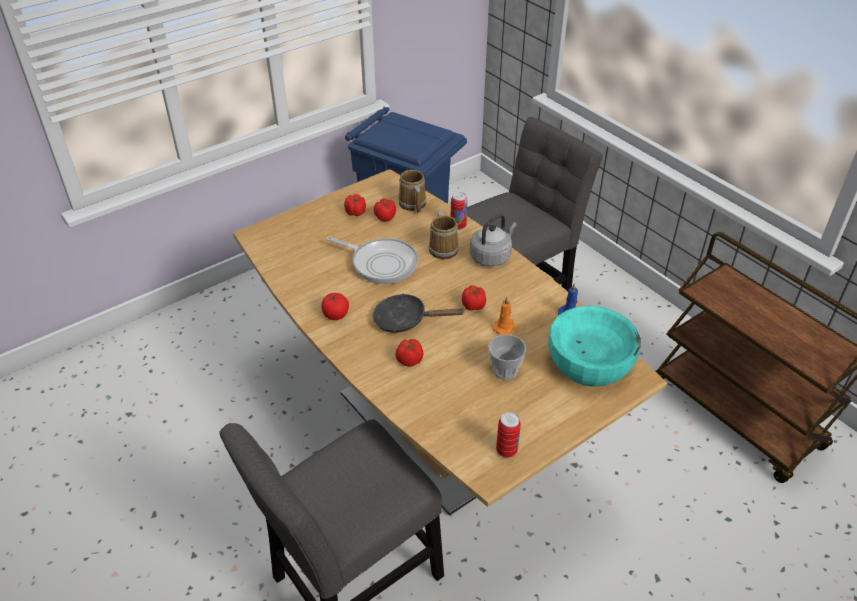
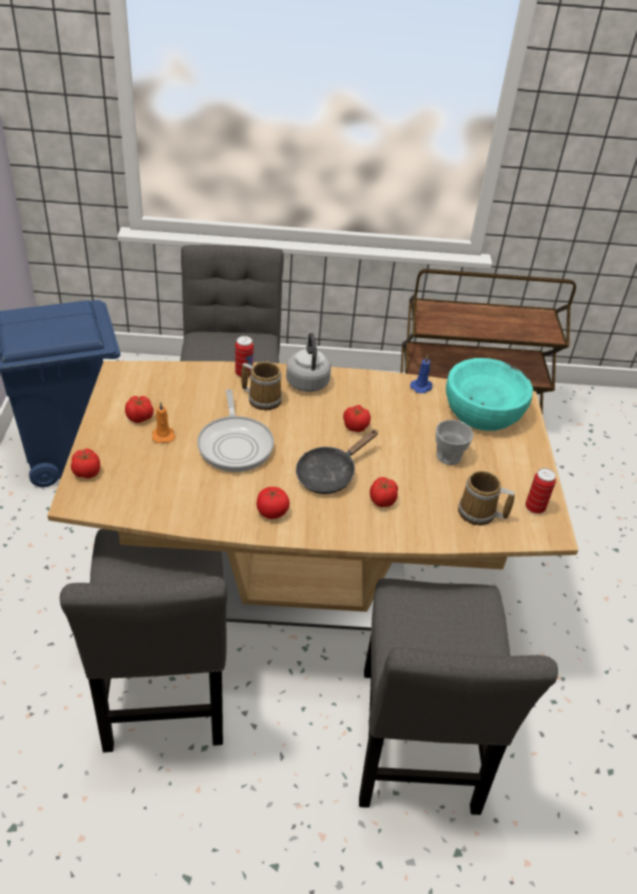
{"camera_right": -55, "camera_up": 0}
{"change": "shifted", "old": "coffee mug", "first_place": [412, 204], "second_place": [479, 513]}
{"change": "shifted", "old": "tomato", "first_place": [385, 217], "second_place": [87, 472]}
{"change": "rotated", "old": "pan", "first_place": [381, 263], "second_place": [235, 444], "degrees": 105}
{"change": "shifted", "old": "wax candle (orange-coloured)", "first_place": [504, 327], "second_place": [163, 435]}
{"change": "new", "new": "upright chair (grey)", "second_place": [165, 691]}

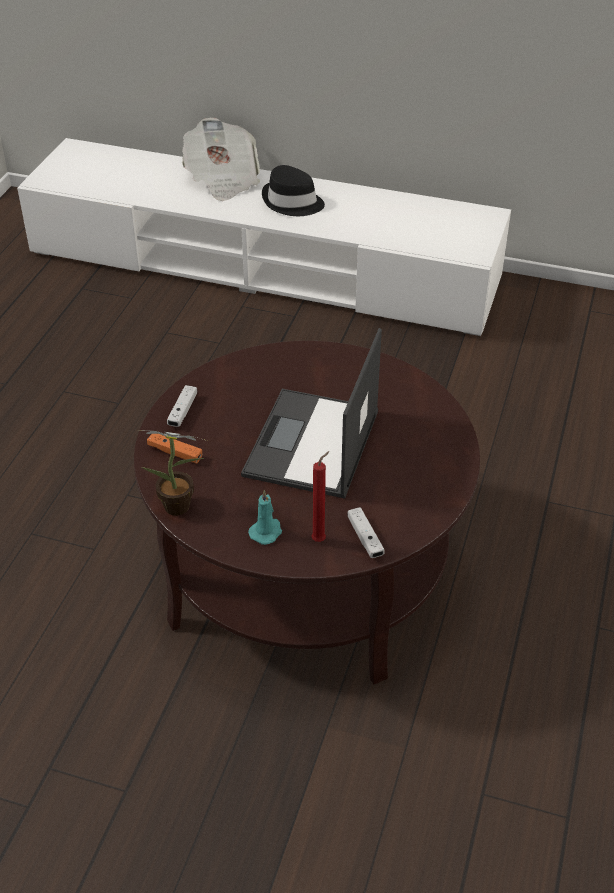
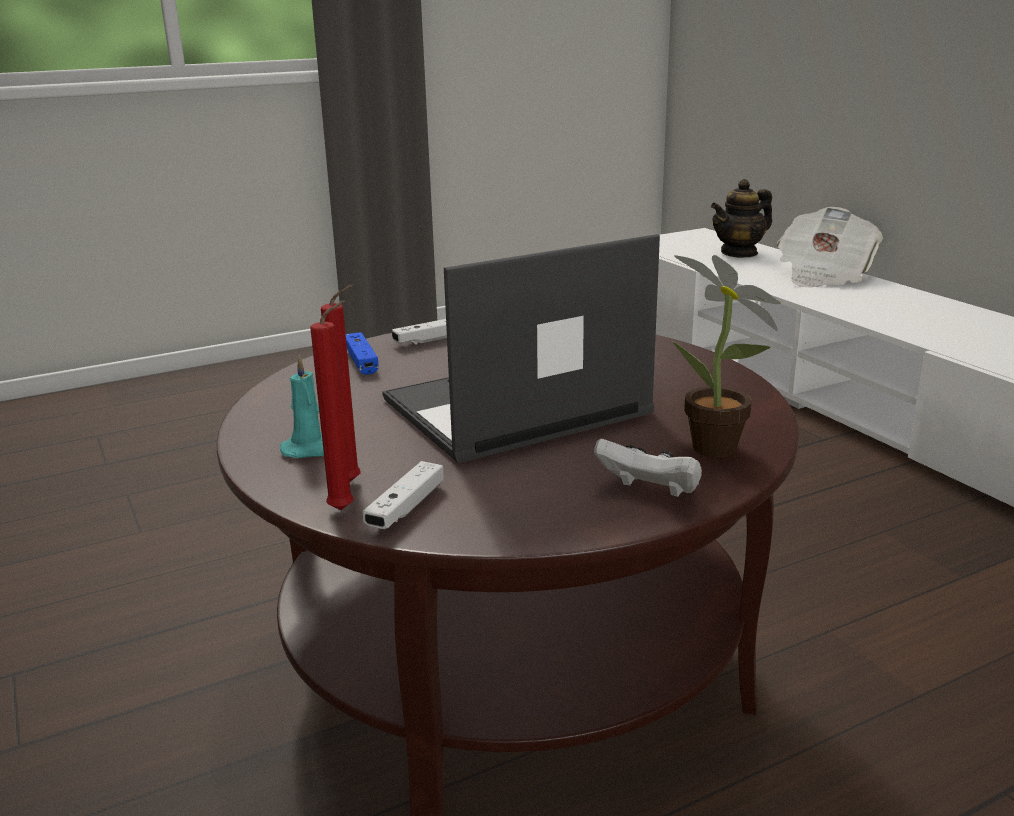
{"camera_right": 45, "camera_up": -20}
{"change": "gone", "old": "wearable hat (black)", "first_place": [292, 202]}
{"change": "shifted", "old": "potted plant", "first_place": [181, 508], "second_place": [719, 451]}
{"change": "repainted", "old": "game controller (orange-coloured)", "new": "game controller (blue)", "first_place": [175, 453], "second_place": [361, 361]}
{"change": "new", "new": "teapot", "second_place": [739, 253]}
{"change": "new", "new": "wax candle (red-coloured)", "second_place": [345, 509]}
{"change": "new", "new": "game controller (whitish)", "second_place": [650, 492]}

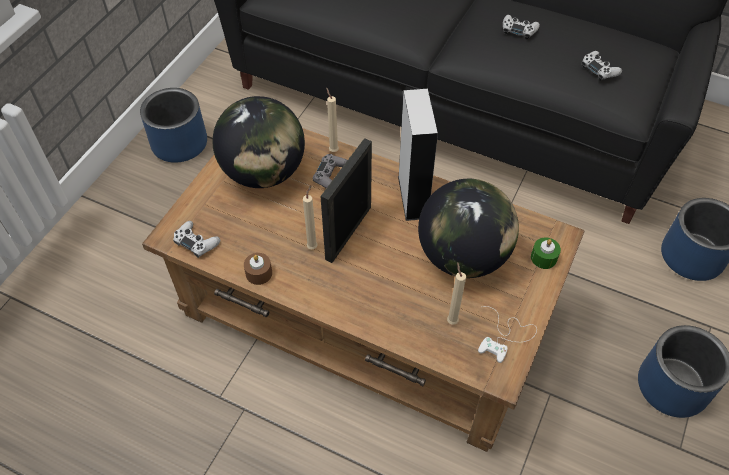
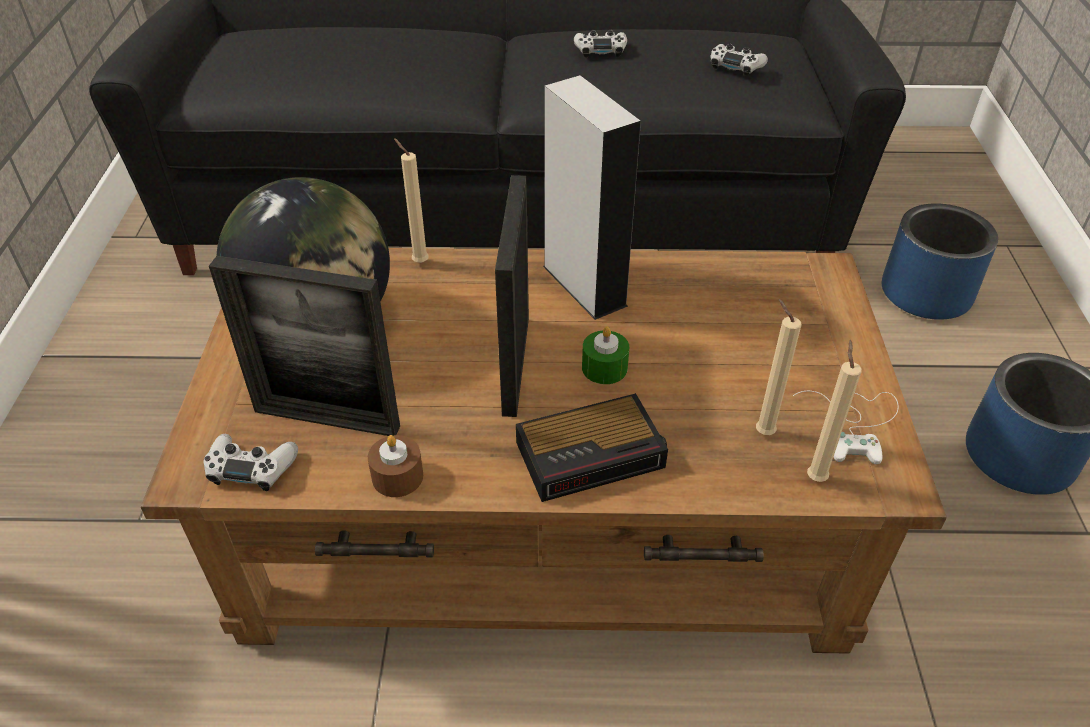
{"camera_right": -25, "camera_up": -10}
{"change": "gone", "old": "flower pot (blue)", "first_place": [180, 143]}
{"change": "gone", "old": "game controller (grey)", "first_place": [330, 175]}
{"change": "gone", "old": "world globe", "first_place": [462, 256]}
{"change": "shifted", "old": "wax candle (sand-coloured)", "first_place": [313, 246], "second_place": [815, 476]}
{"change": "shifted", "old": "wax candle (greenish)", "first_place": [543, 258], "second_place": [604, 368]}
{"change": "new", "new": "photo frame", "second_place": [327, 419]}
{"change": "new", "new": "table clock", "second_place": [593, 454]}

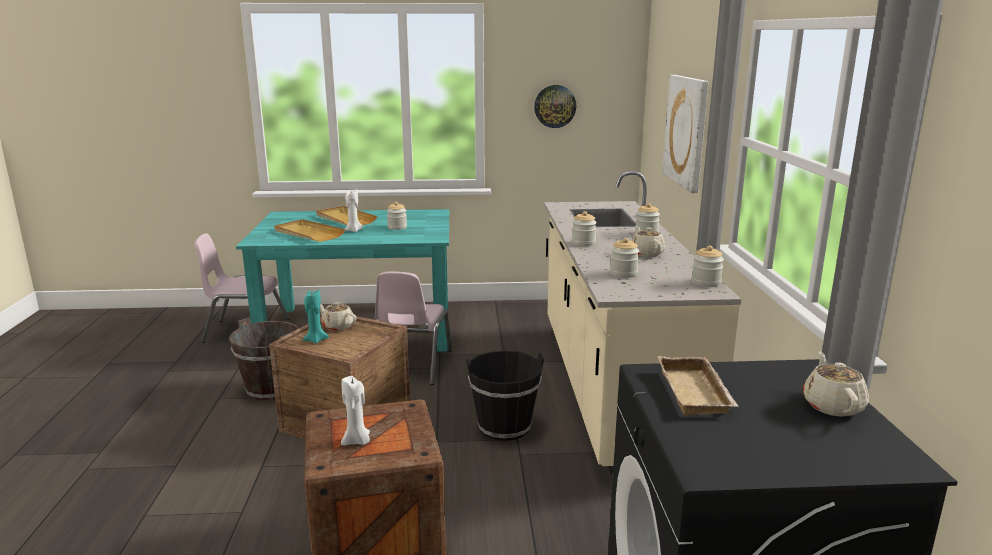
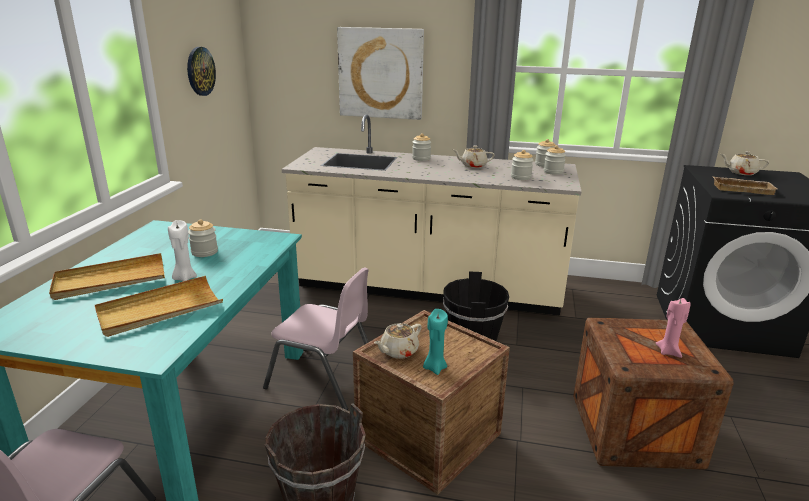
{"camera_right": -75, "camera_up": 5}
{"change": "shifted", "old": "jar", "first_place": [583, 243], "second_place": [553, 172]}
{"change": "repainted", "old": "wax candle (whitish)", "new": "wax candle (pink-coloured)", "first_place": [357, 441], "second_place": [668, 351]}

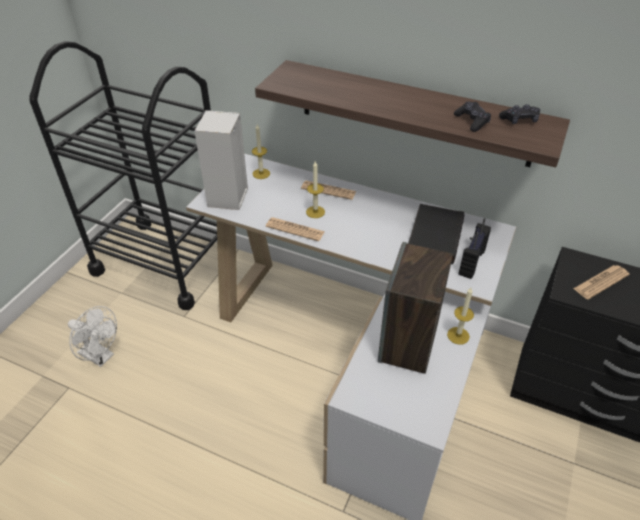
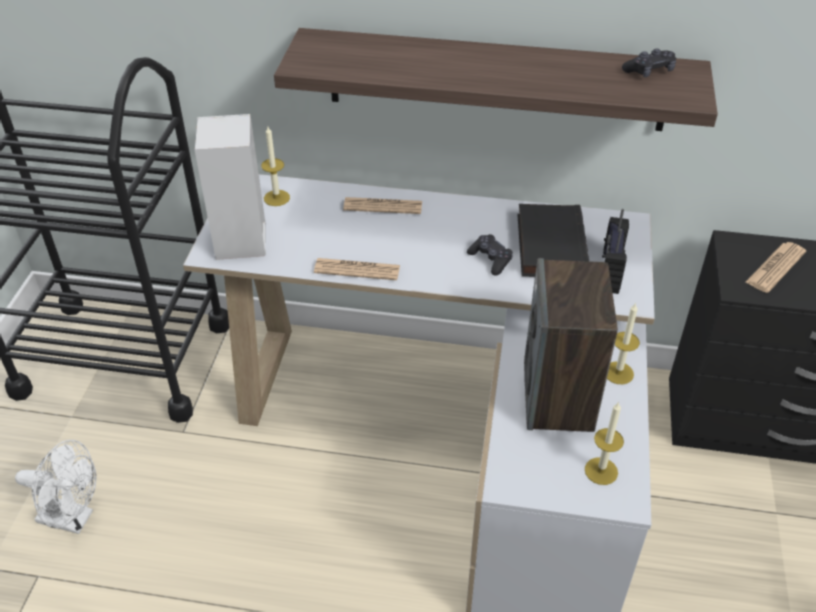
{"camera_right": -15, "camera_up": 0}
{"change": "shifted", "old": "game controller (black)", "first_place": [472, 121], "second_place": [490, 259]}
{"change": "shifted", "old": "wax candle", "first_place": [315, 212], "second_place": [601, 471]}

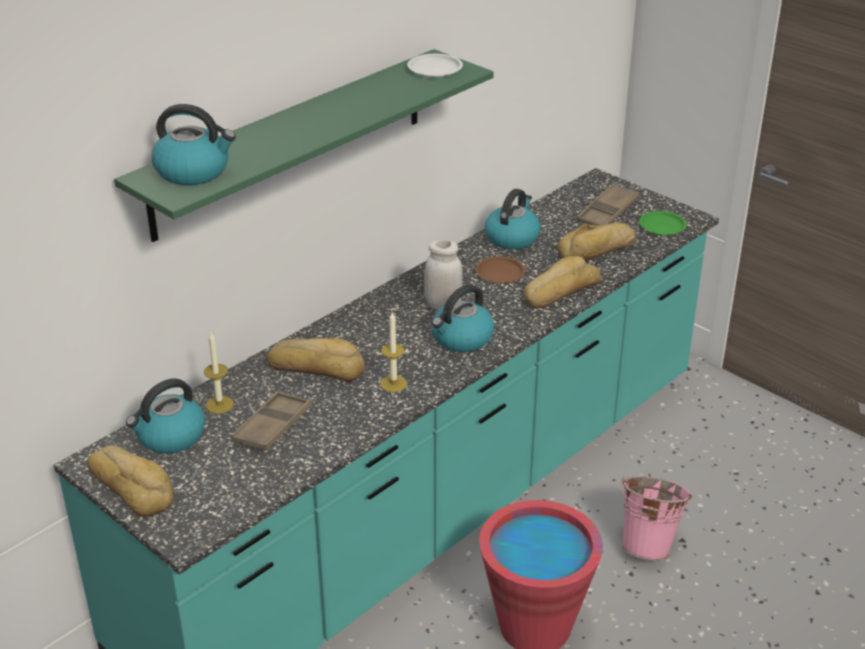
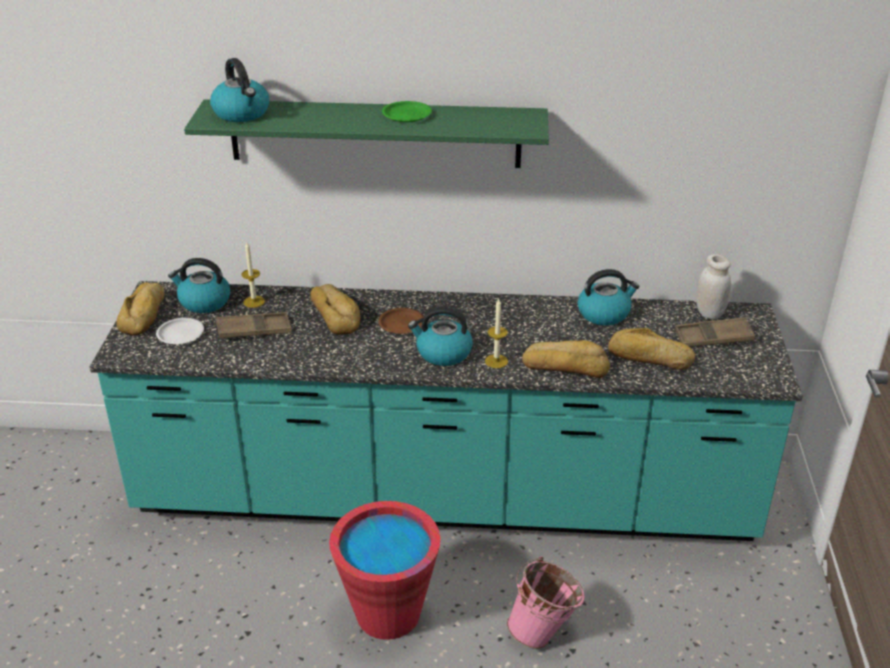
{"camera_right": 50, "camera_up": 0}
{"change": "shifted", "old": "plate (whitish)", "first_place": [435, 69], "second_place": [180, 334]}
{"change": "shifted", "old": "plate (greenish)", "first_place": [661, 226], "second_place": [406, 115]}
{"change": "shifted", "old": "jar (whitish)", "first_place": [443, 305], "second_place": [709, 313]}
{"change": "shifted", "old": "plate (brownish)", "first_place": [499, 273], "second_place": [401, 324]}
{"change": "shifted", "old": "wax candle", "first_place": [393, 383], "second_place": [496, 361]}

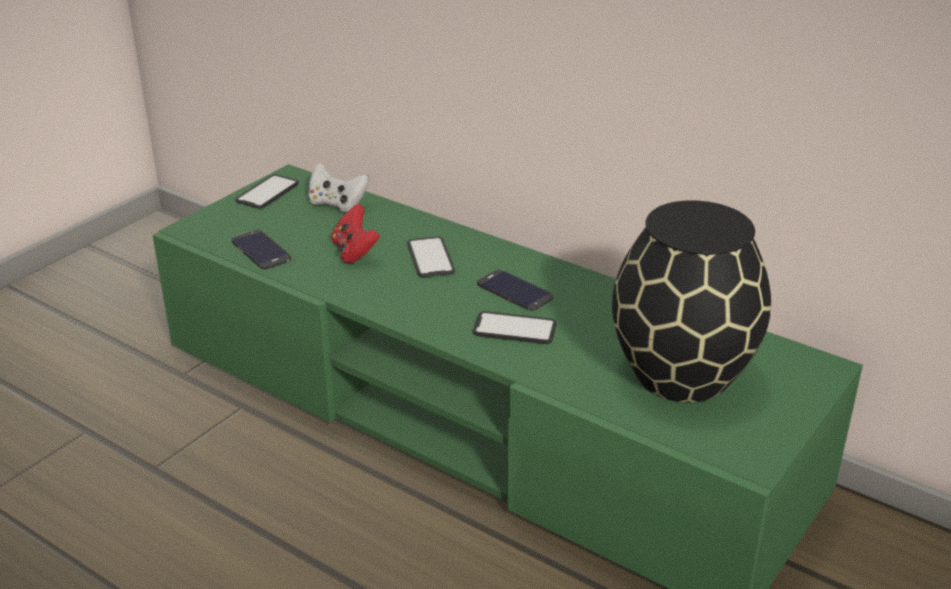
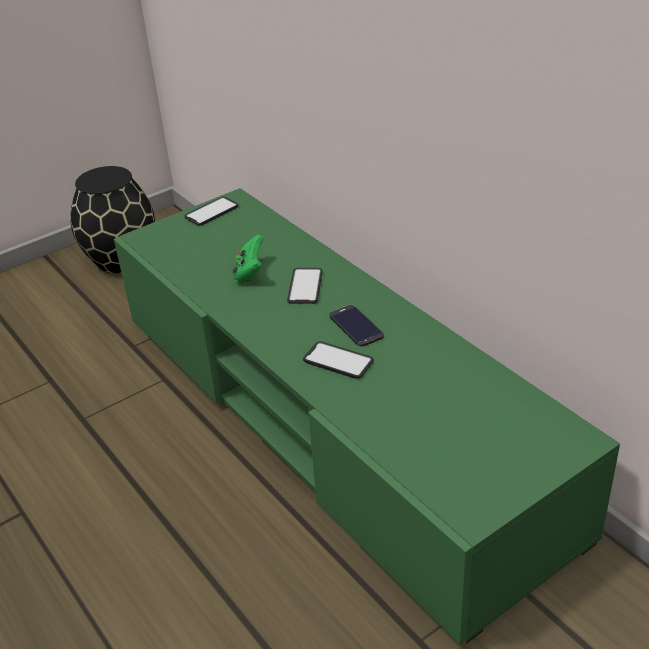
{"camera_right": 20, "camera_up": 5}
{"change": "gone", "old": "game controller (whitish)", "first_place": [337, 204]}
{"change": "shifted", "old": "flower vase (black)", "first_place": [683, 376], "second_place": [121, 260]}
{"change": "repainted", "old": "game controller (red-coloured)", "new": "game controller (greenish)", "first_place": [354, 252], "second_place": [250, 273]}
{"change": "gone", "old": "handset", "first_place": [261, 250]}

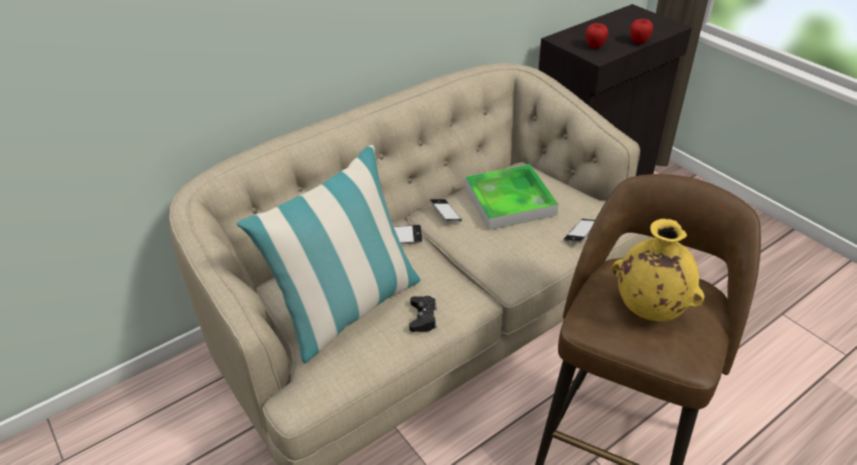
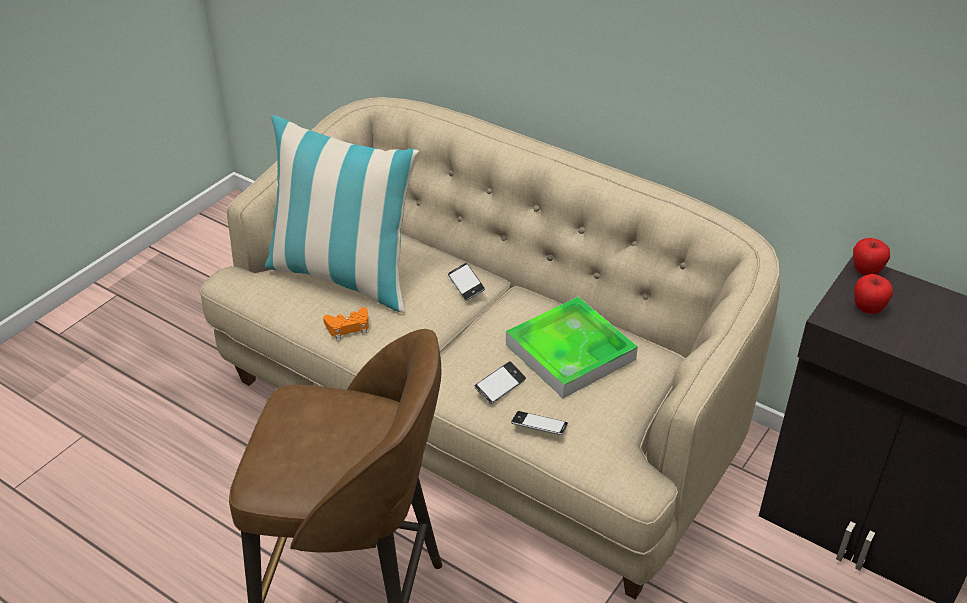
{"camera_right": 70, "camera_up": 0}
{"change": "shifted", "old": "apple fruit", "first_place": [639, 42], "second_place": [866, 272]}
{"change": "shifted", "old": "handset", "first_place": [445, 213], "second_place": [500, 386]}
{"change": "gone", "old": "flower vase (yellowish)", "first_place": [648, 310]}
{"change": "repainted", "old": "game controller (black)", "new": "game controller (orange-coloured)", "first_place": [423, 317], "second_place": [348, 327]}

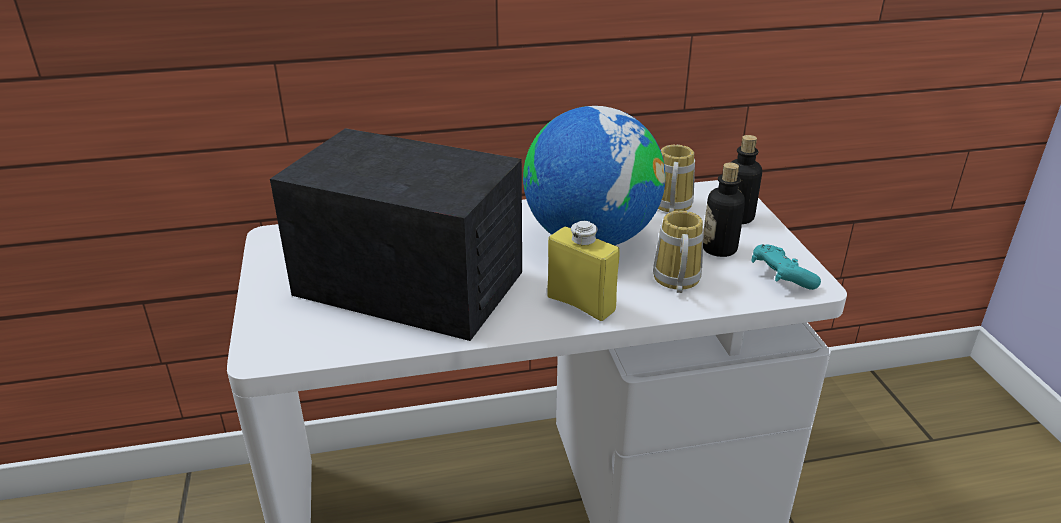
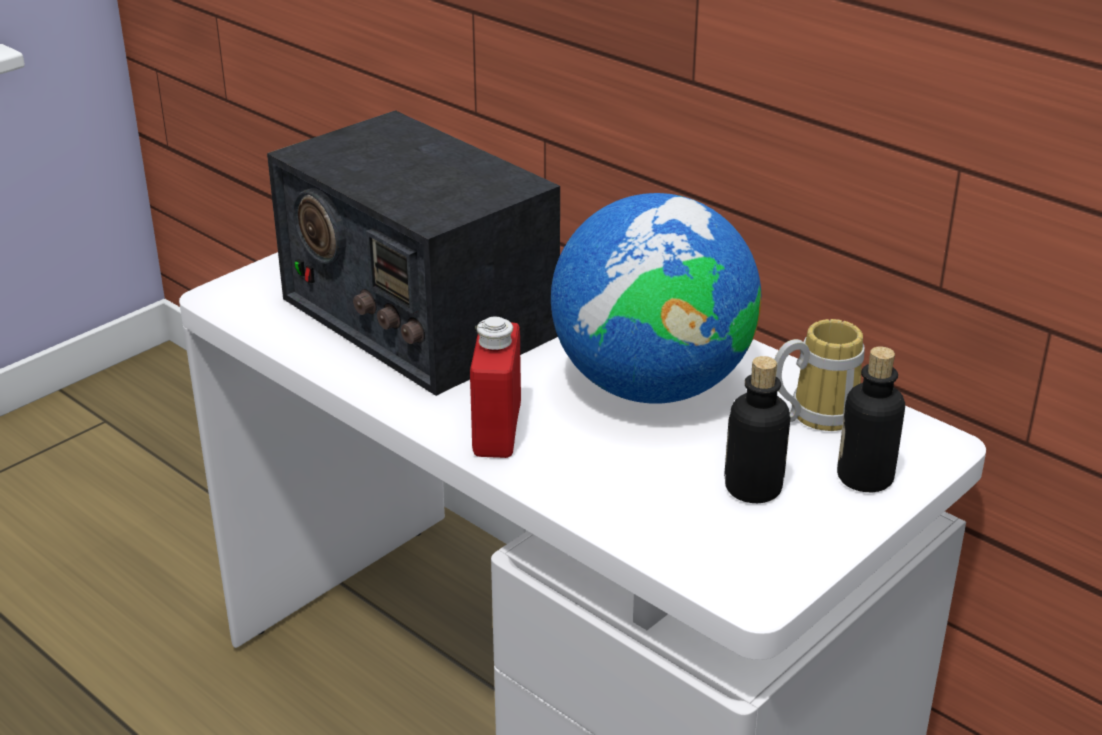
{"camera_right": 55, "camera_up": 0}
{"change": "rotated", "old": "radio", "first_place": [410, 283], "second_place": [417, 316], "degrees": 150}
{"change": "gone", "old": "coffee mug", "first_place": [674, 282]}
{"change": "repainted", "old": "beverage bottle (yellowish)", "new": "beverage bottle (red-coloured)", "first_place": [581, 304], "second_place": [497, 430]}
{"change": "gone", "old": "game controller (turquoise)", "first_place": [780, 278]}

